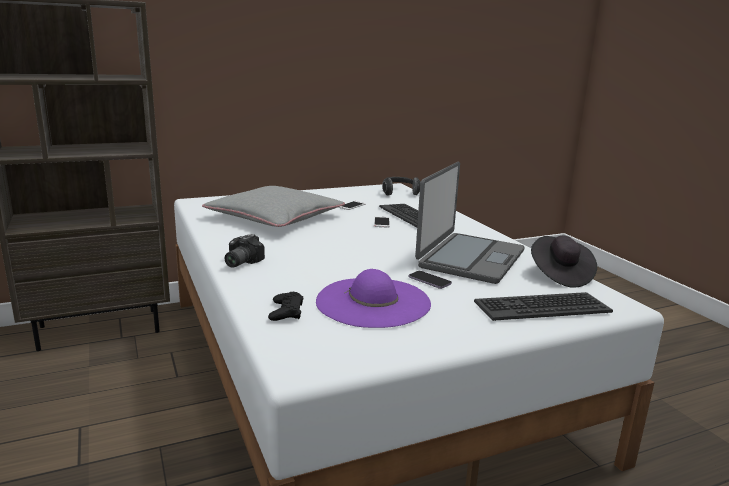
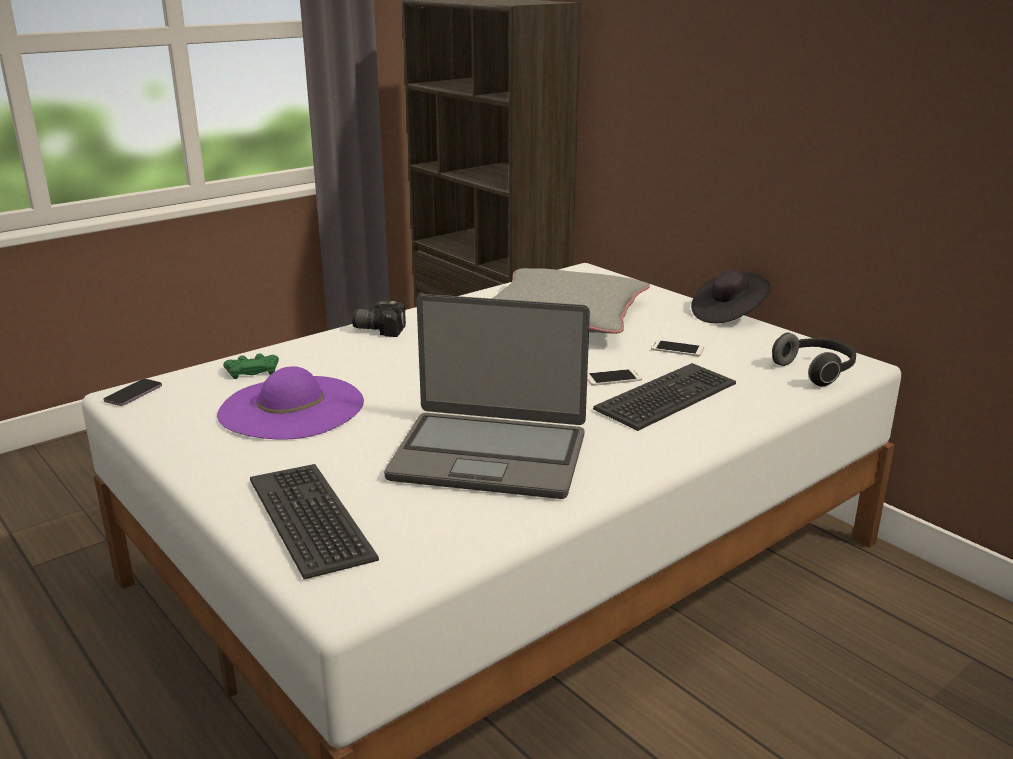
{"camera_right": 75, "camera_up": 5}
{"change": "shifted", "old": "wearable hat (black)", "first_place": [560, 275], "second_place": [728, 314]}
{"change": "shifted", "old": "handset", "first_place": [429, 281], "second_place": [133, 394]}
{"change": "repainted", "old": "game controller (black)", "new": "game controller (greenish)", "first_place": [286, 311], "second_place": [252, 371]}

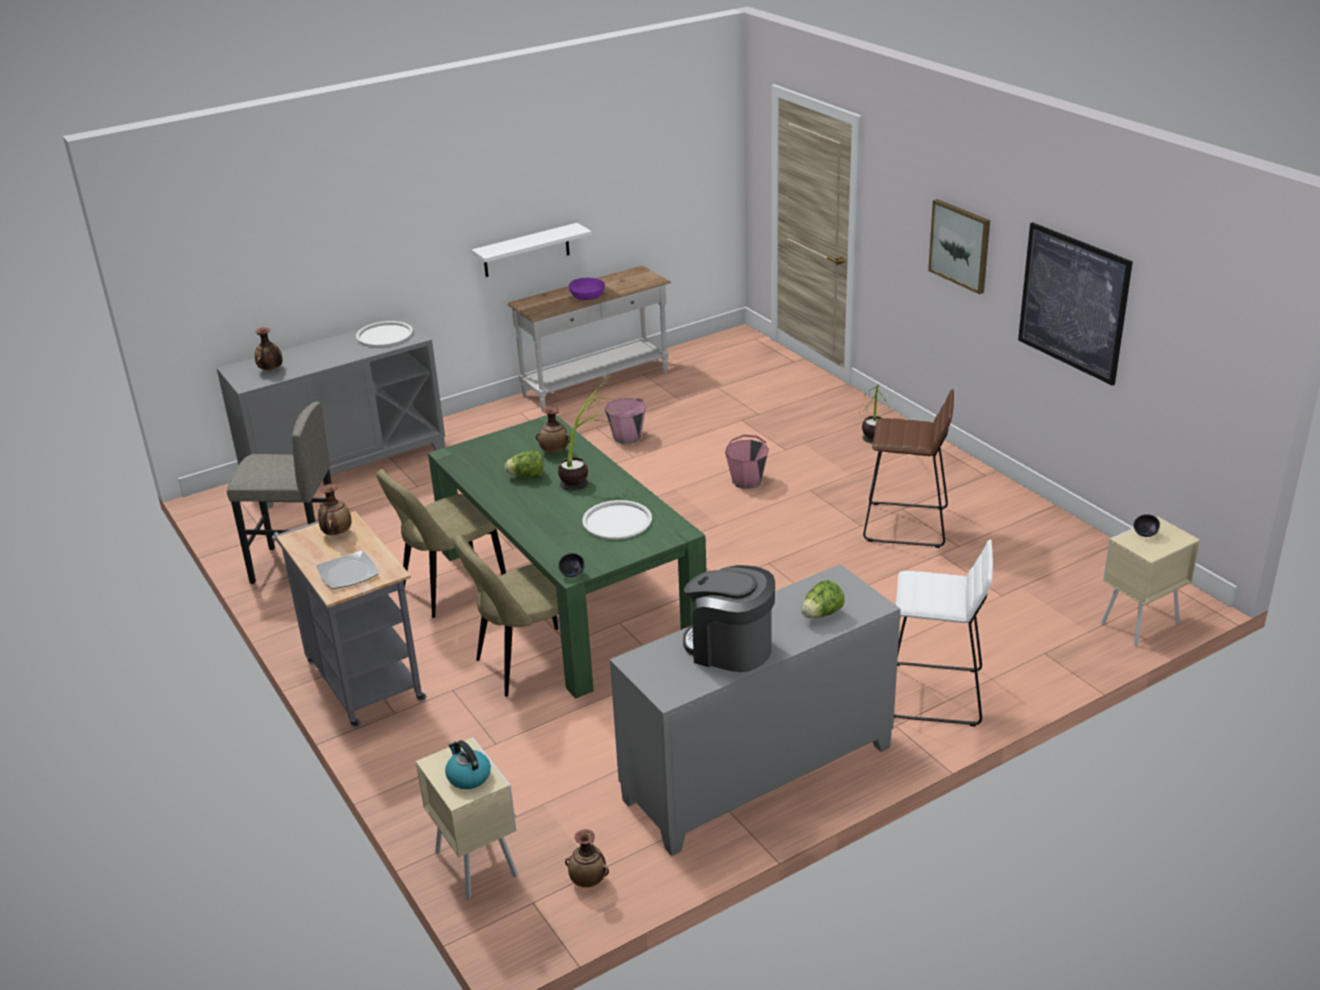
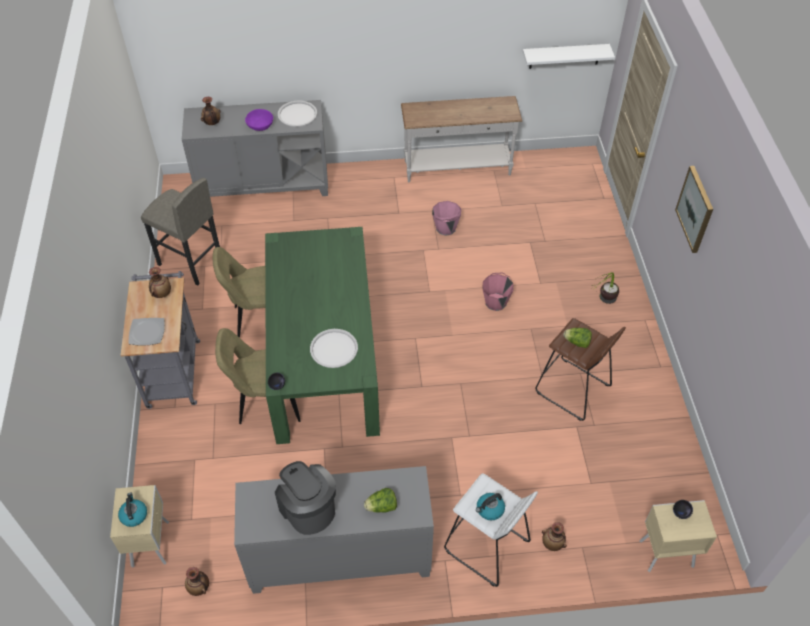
{"camera_right": 25, "camera_up": 20}
{"change": "gone", "old": "wall picture", "first_place": [1073, 302]}
{"change": "shifted", "old": "shelf (whitish)", "first_place": [526, 250], "second_place": [564, 56]}
{"change": "shifted", "old": "deep dish (purple-coloured)", "first_place": [587, 296], "second_place": [260, 125]}
{"change": "gone", "old": "potted plant", "first_place": [588, 477]}
{"change": "shifted", "old": "flower vase", "first_place": [554, 452], "second_place": [552, 543]}
{"change": "shifted", "old": "lettuce head", "first_place": [527, 476], "second_place": [577, 342]}
{"change": "new", "new": "kettle", "second_place": [489, 510]}

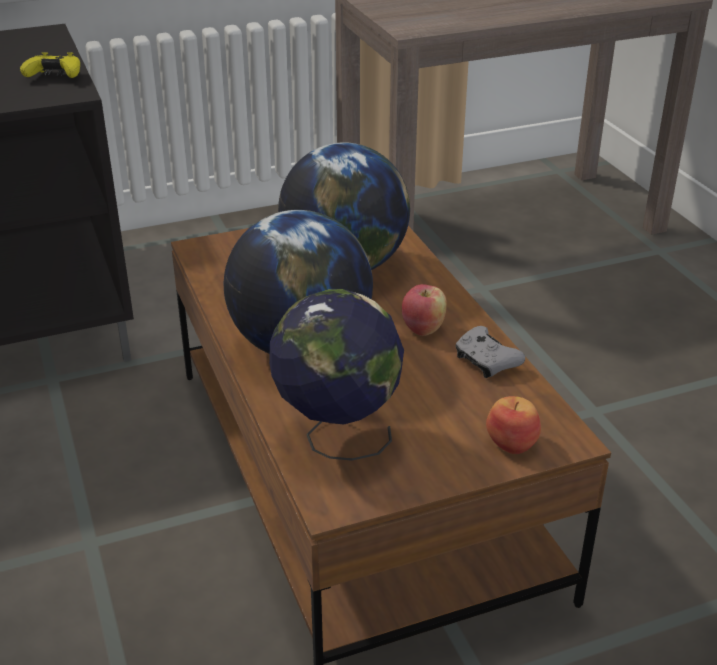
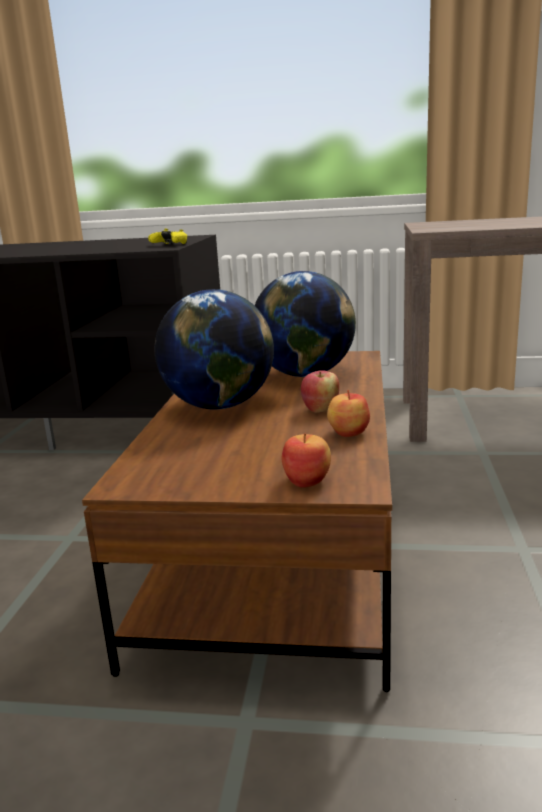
{"camera_right": 30, "camera_up": -15}
{"change": "gone", "old": "world globe", "first_place": [337, 437]}
{"change": "swapped", "old": "game controller (grey)", "new": "apple fruit", "first_place": [486, 361], "second_place": [348, 433]}

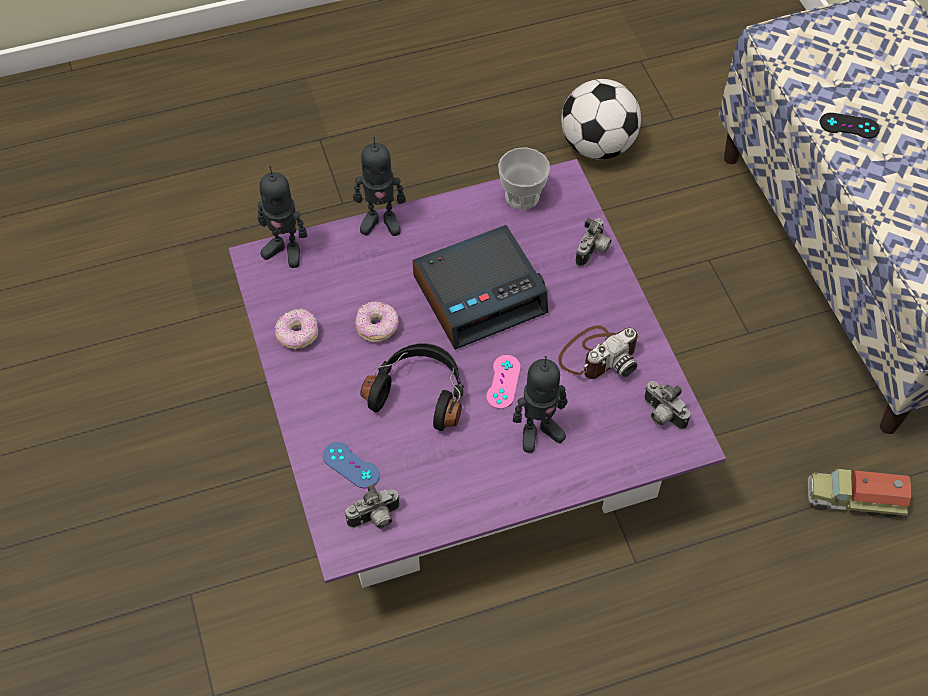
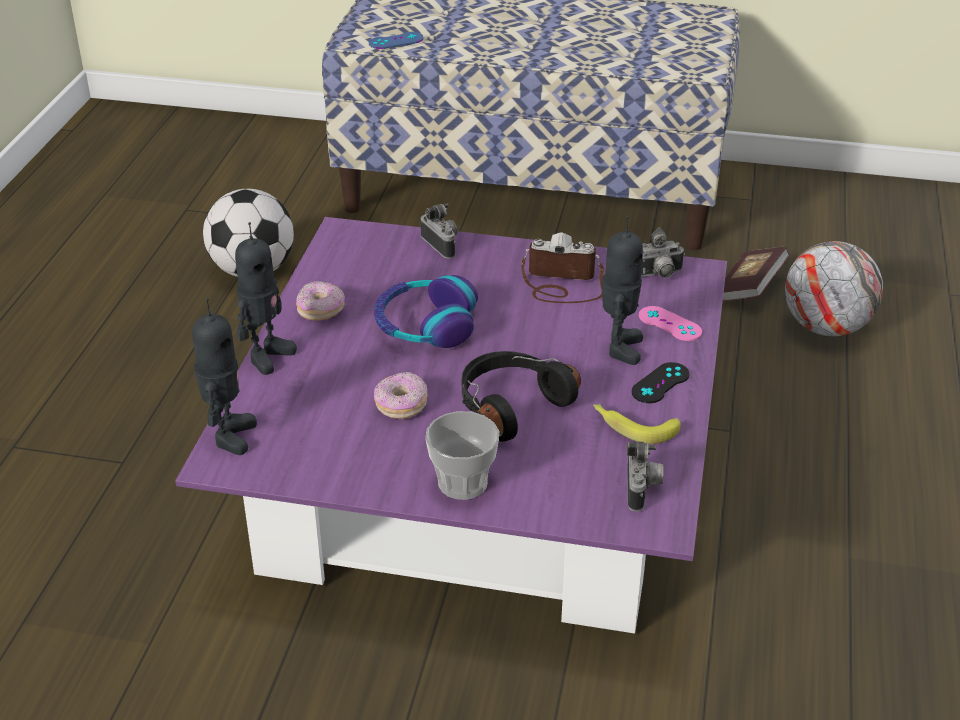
{"camera_right": -60, "camera_up": -20}
{"change": "shifted", "old": "game controller (black)", "first_place": [849, 126], "second_place": [660, 383]}
{"change": "shifted", "old": "small cup", "first_place": [522, 196], "second_place": [463, 483]}
{"change": "rotated", "old": "robot figure", "first_place": [285, 250], "second_place": [229, 436], "degrees": -45}
{"change": "swapped", "old": "table clock", "new": "headset", "first_place": [480, 294], "second_place": [425, 325]}
{"change": "shifted", "old": "donut", "first_place": [298, 335], "second_place": [321, 311]}
{"change": "rotated", "old": "still camera", "first_place": [598, 355], "second_place": [562, 284], "degrees": -75}
{"change": "shifted", "old": "game controller (pink-coloured)", "first_place": [503, 382], "second_place": [670, 324]}
{"change": "shifted", "old": "game controller (blue)", "first_place": [351, 465], "second_place": [396, 41]}
{"change": "swapped", "old": "toy truck", "new": "book", "first_place": [854, 499], "second_place": [749, 289]}
{"change": "new", "new": "football ball", "second_place": [826, 327]}
{"change": "new", "new": "whole banana", "second_place": [633, 426]}

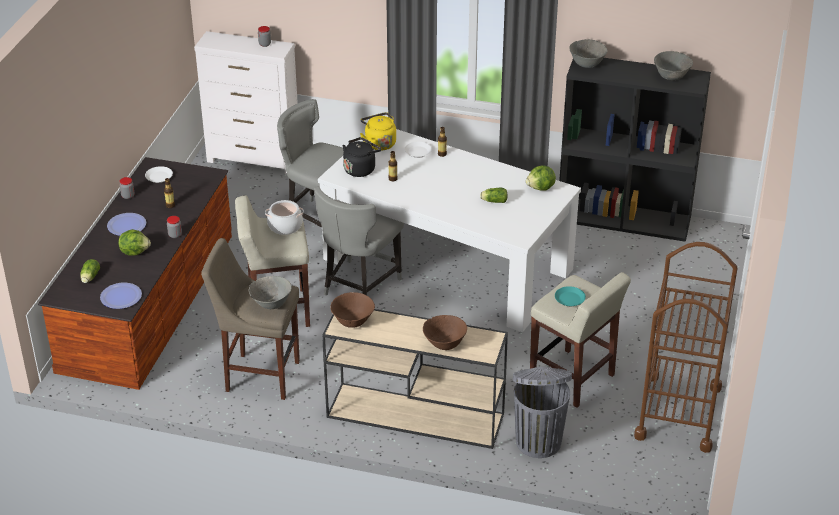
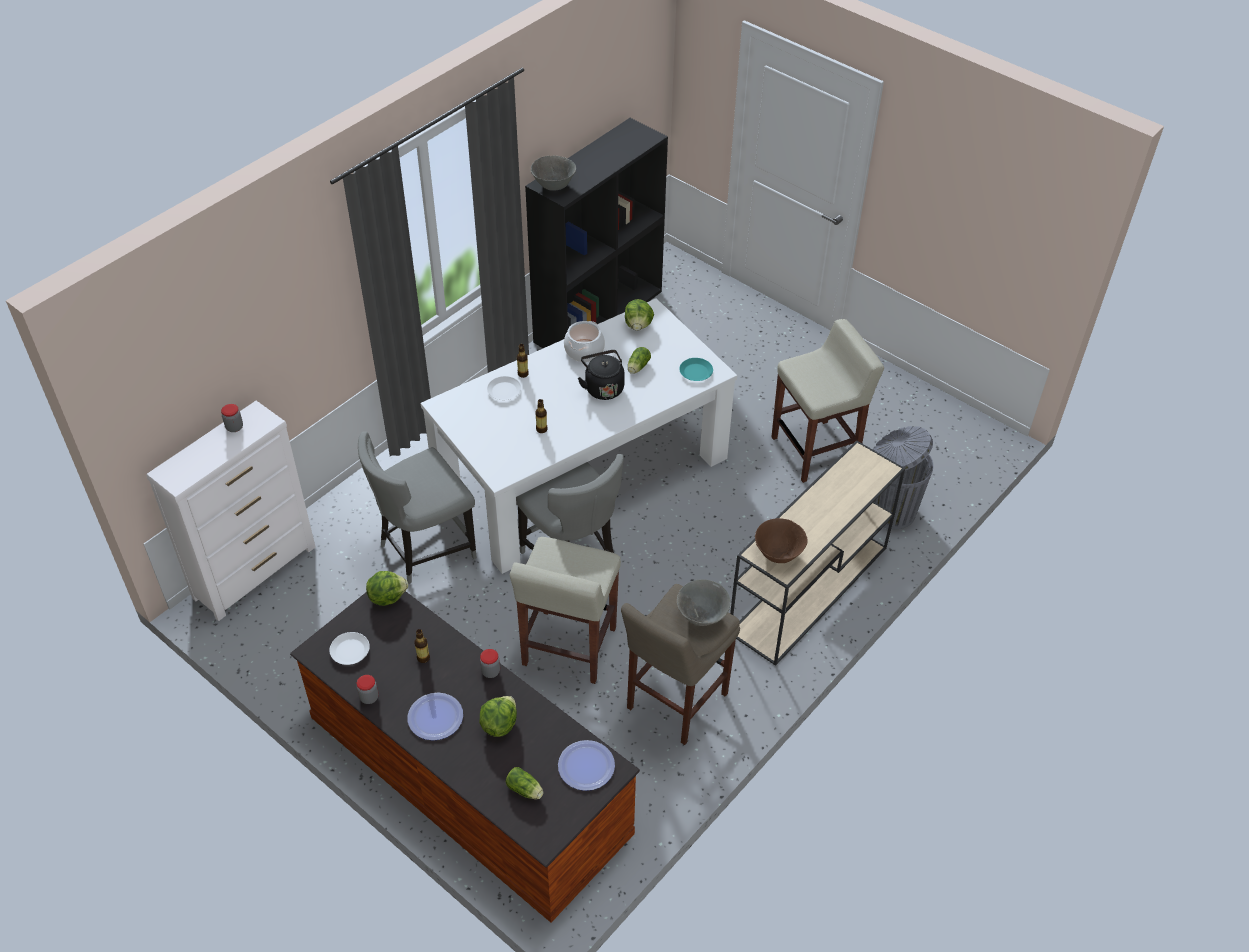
{"camera_right": -65, "camera_up": 10}
{"change": "gone", "old": "deep dish (grey)", "first_place": [671, 76]}
{"change": "gone", "old": "kettle (yellowish)", "first_place": [379, 143]}
{"change": "shifted", "old": "kettle (black)", "first_place": [360, 169], "second_place": [603, 387]}
{"change": "shifted", "old": "stockpot", "first_place": [285, 226], "second_place": [584, 350]}
{"change": "gone", "old": "wheeled cart (brownish)", "first_place": [678, 412]}
{"change": "shifted", "old": "plate (turquoise)", "first_place": [570, 299], "second_place": [696, 372]}
{"change": "gone", "old": "deep dish (brownish)", "first_place": [444, 344]}
{"change": "new", "new": "lettuce head", "second_place": [387, 596]}

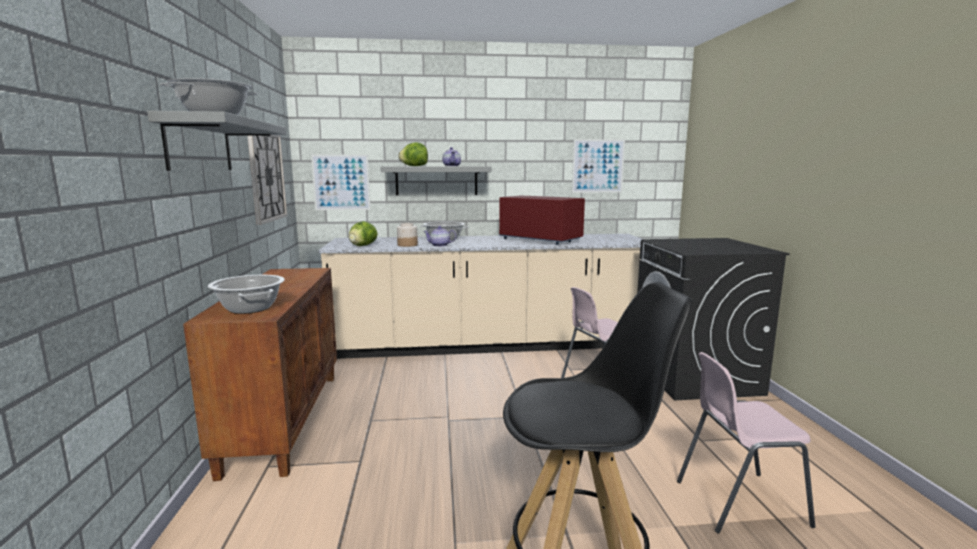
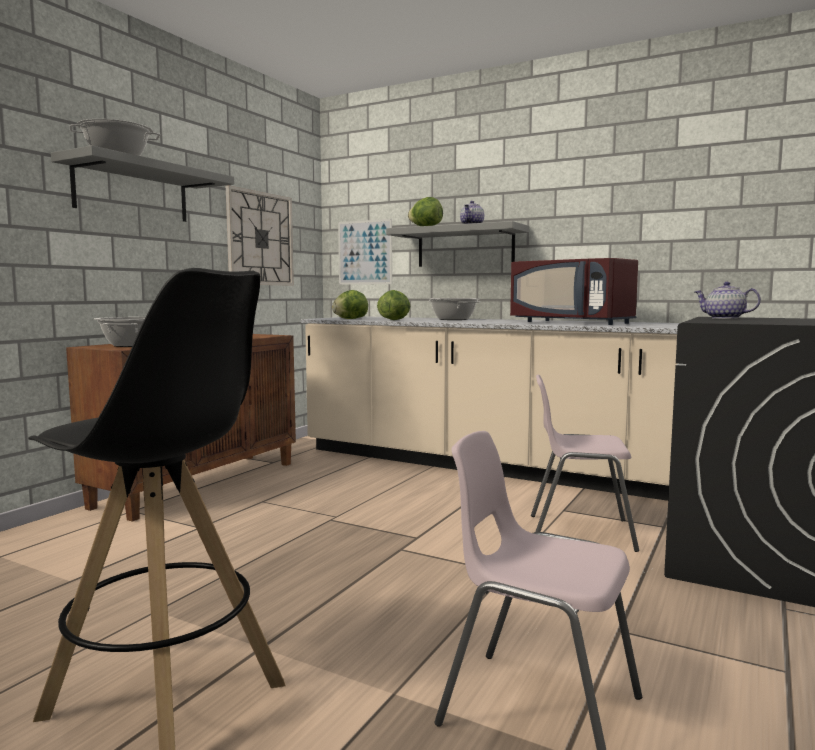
{"camera_right": 35, "camera_up": -5}
{"change": "gone", "old": "wall picture", "first_place": [598, 166]}
{"change": "rotated", "old": "microwave (red-coloured)", "first_place": [539, 240], "second_place": [572, 322], "degrees": 150}
{"change": "swapped", "old": "jar", "new": "lettuce head", "first_place": [407, 245], "second_place": [395, 320]}
{"change": "shifted", "old": "teapot", "first_place": [439, 245], "second_place": [724, 318]}

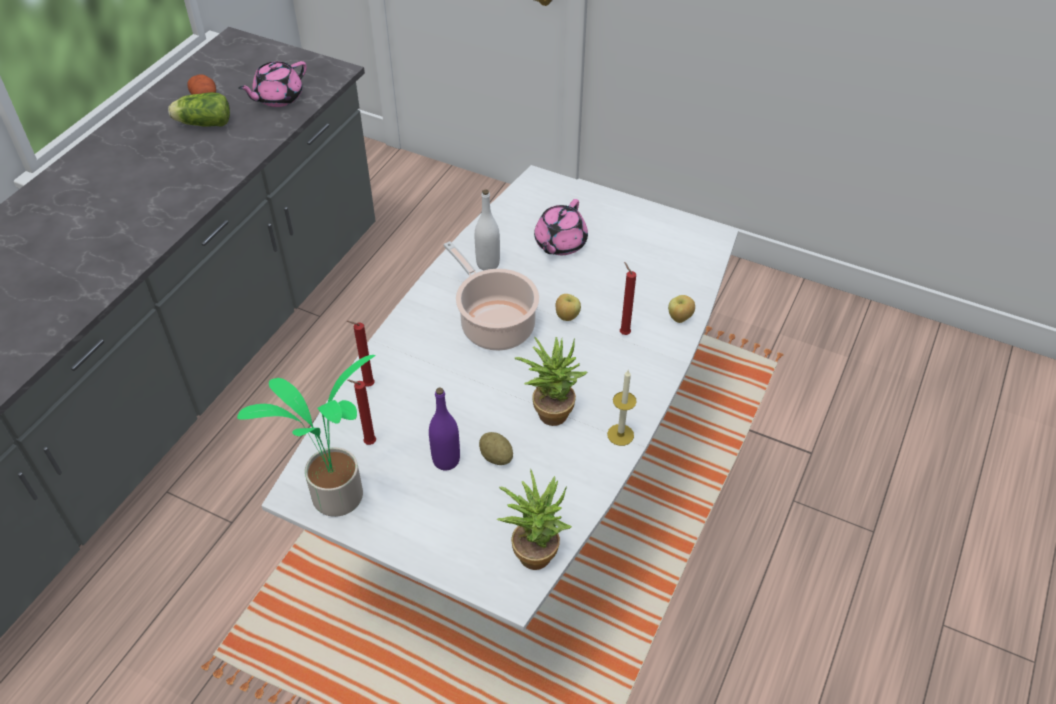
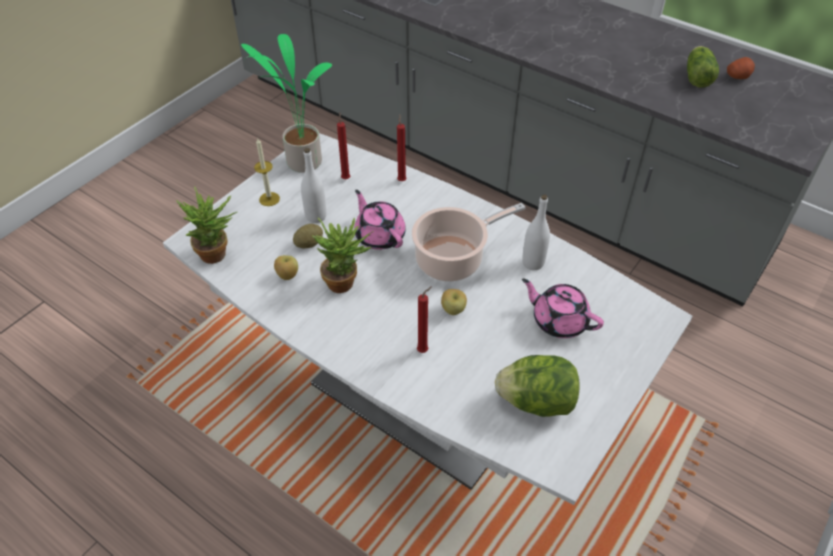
{"camera_right": 100, "camera_up": 0}
{"change": "shifted", "old": "teapot (pink-coloured)", "first_place": [278, 98], "second_place": [379, 235]}
{"change": "shifted", "old": "apple fruit", "first_place": [679, 318], "second_place": [287, 276]}
{"change": "shifted", "old": "wax candle", "first_place": [620, 435], "second_place": [269, 199]}
{"change": "repainted", "old": "beverage bottle (purple-coloured)", "new": "beverage bottle (whitish)", "first_place": [446, 460], "second_place": [316, 216]}
{"change": "new", "new": "lettuce head", "second_place": [536, 402]}

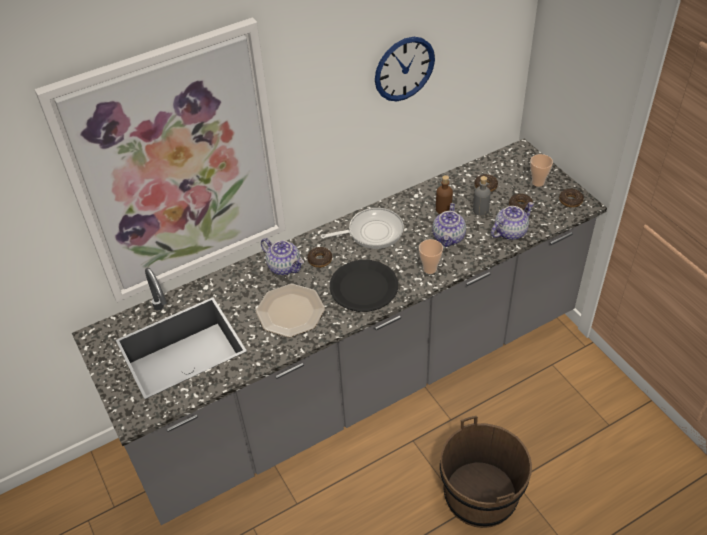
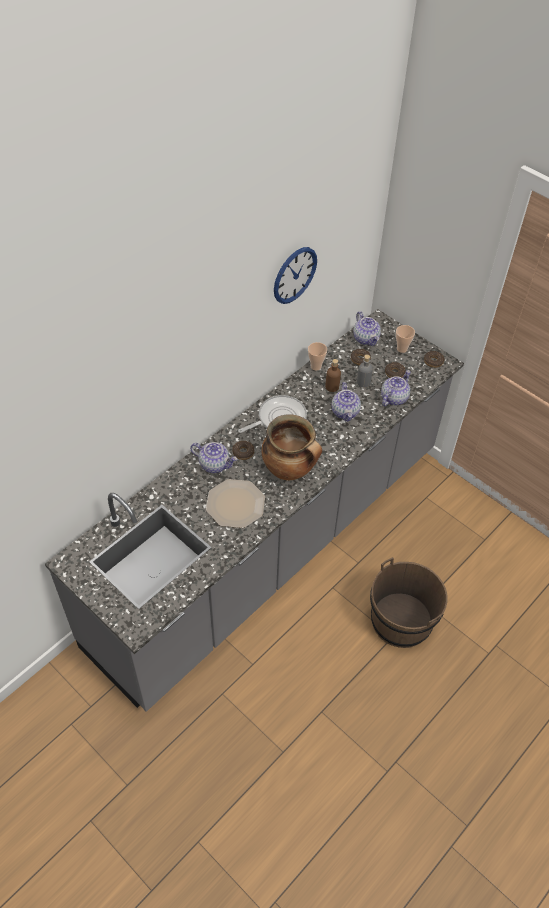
{"camera_right": -20, "camera_up": 5}
{"change": "gone", "old": "wall picture", "first_place": [177, 167]}
{"change": "shifted", "old": "small cup", "first_place": [429, 269], "second_place": [316, 366]}
{"change": "swapped", "old": "plate (black)", "new": "stockpot", "first_place": [364, 287], "second_place": [290, 470]}
{"change": "new", "new": "teapot", "second_place": [366, 339]}

